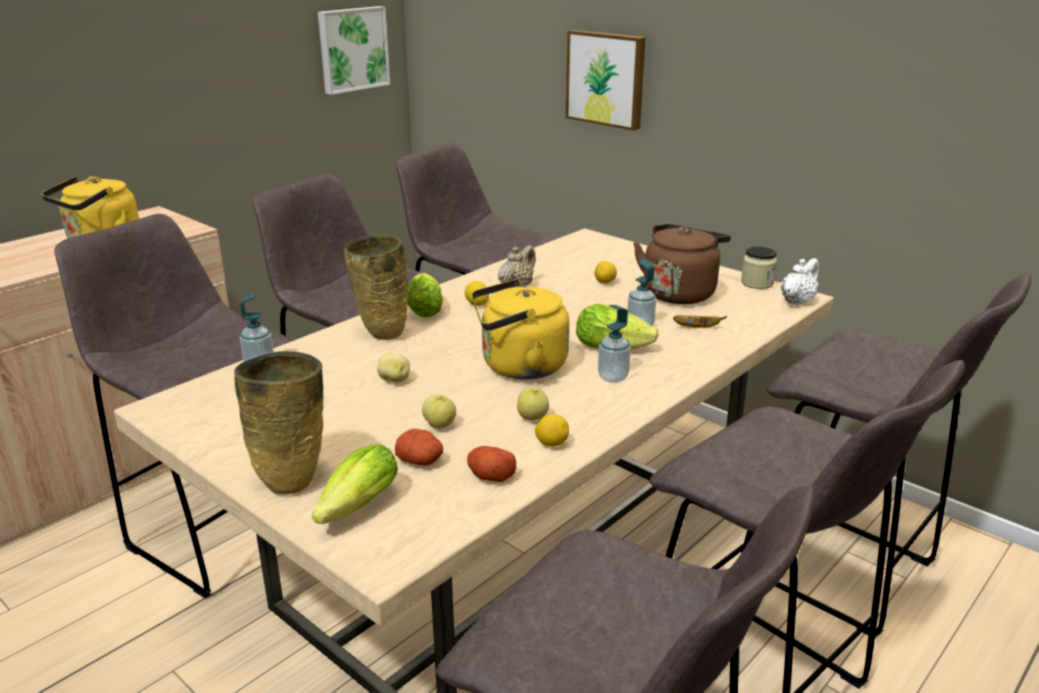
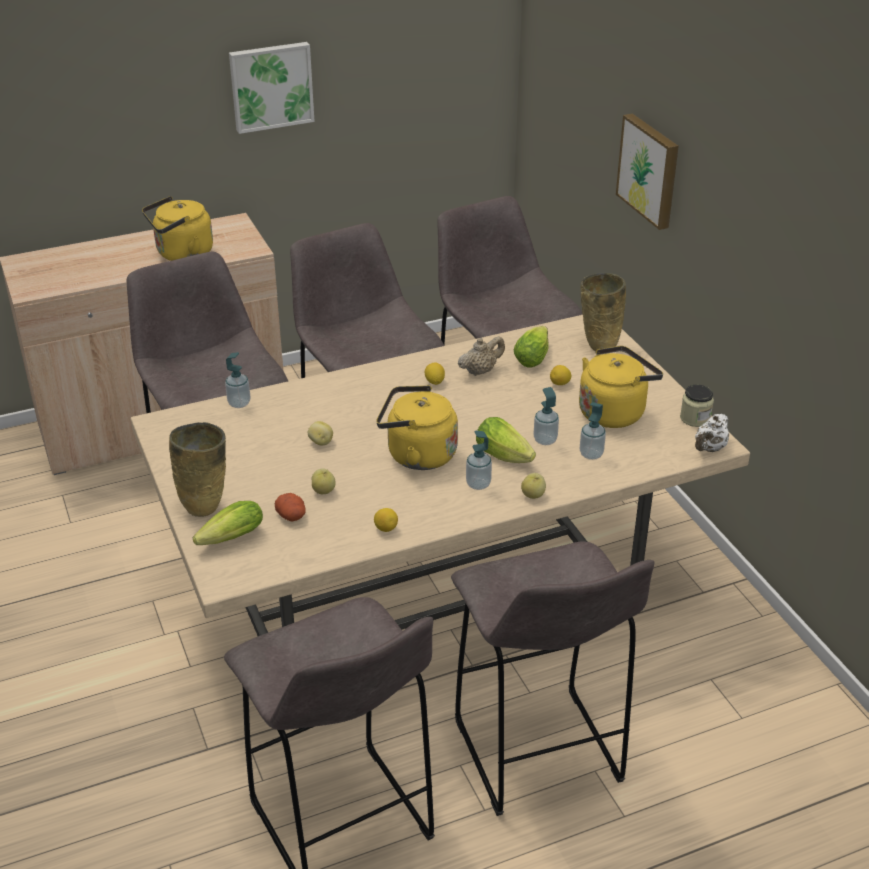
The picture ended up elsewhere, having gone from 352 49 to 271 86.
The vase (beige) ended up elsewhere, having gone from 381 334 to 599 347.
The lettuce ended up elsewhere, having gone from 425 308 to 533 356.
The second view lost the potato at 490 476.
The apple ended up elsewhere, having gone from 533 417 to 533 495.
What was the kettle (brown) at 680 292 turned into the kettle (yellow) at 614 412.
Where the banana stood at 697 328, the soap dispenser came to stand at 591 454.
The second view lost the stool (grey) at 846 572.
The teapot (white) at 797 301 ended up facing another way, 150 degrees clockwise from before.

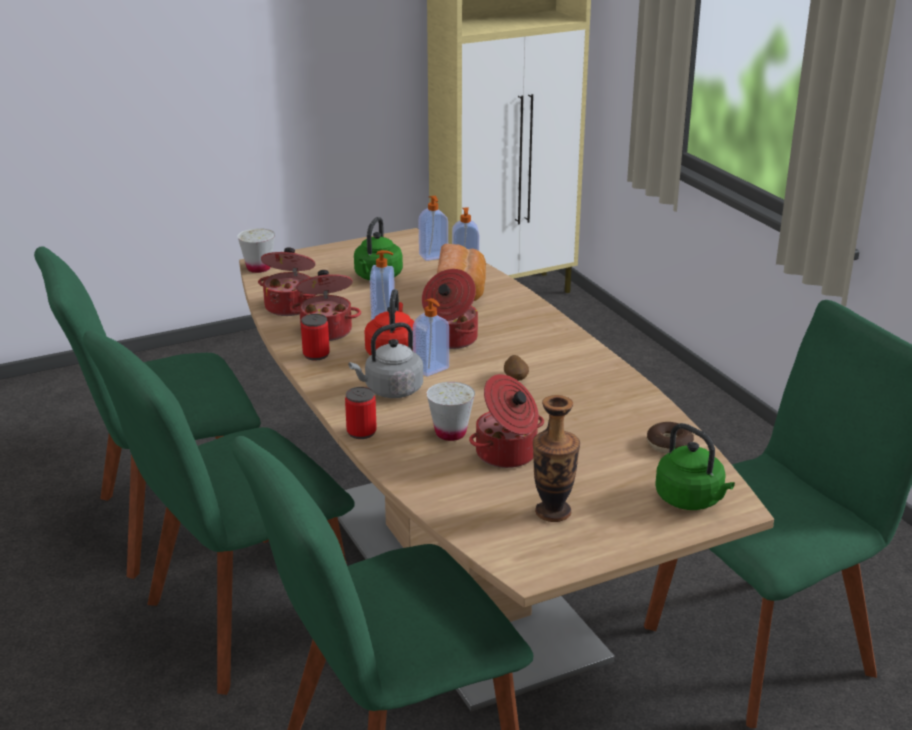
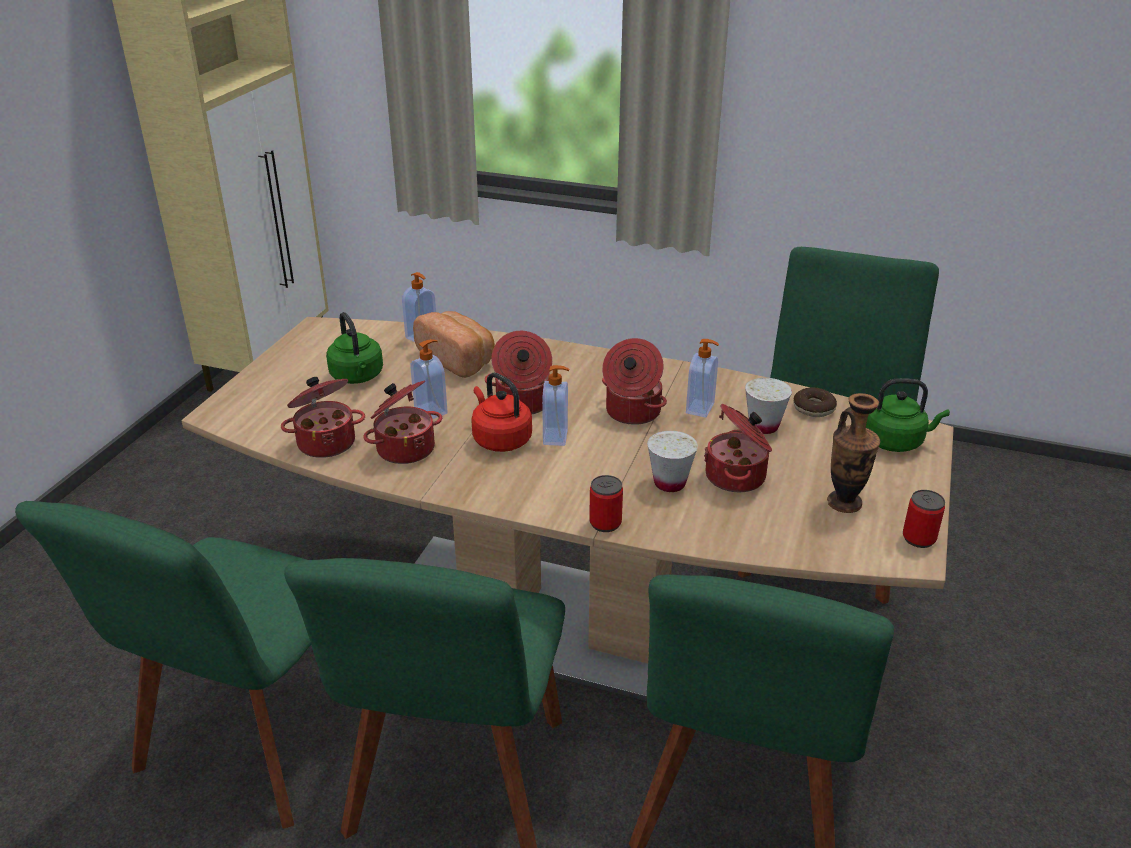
The cup (white) ended up elsewhere, having gone from 258 268 to 763 426.
The can ended up elsewhere, having gone from 316 355 to 918 538.
The second view lost the kettle (grey) at 391 391.
The soap dispenser ended up elsewhere, having gone from 434 256 to 701 409.
Where the potato stood at 516 379, the cooking pot came to stand at 631 412.

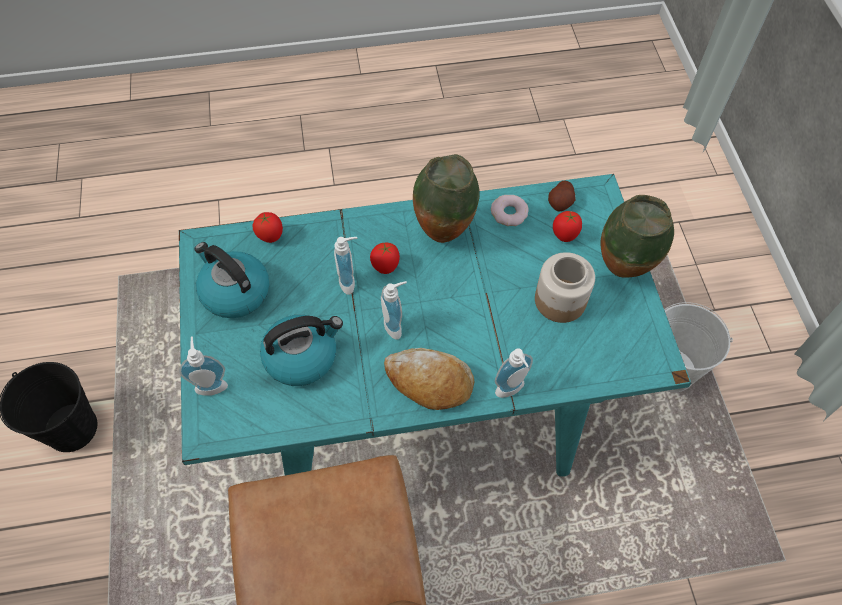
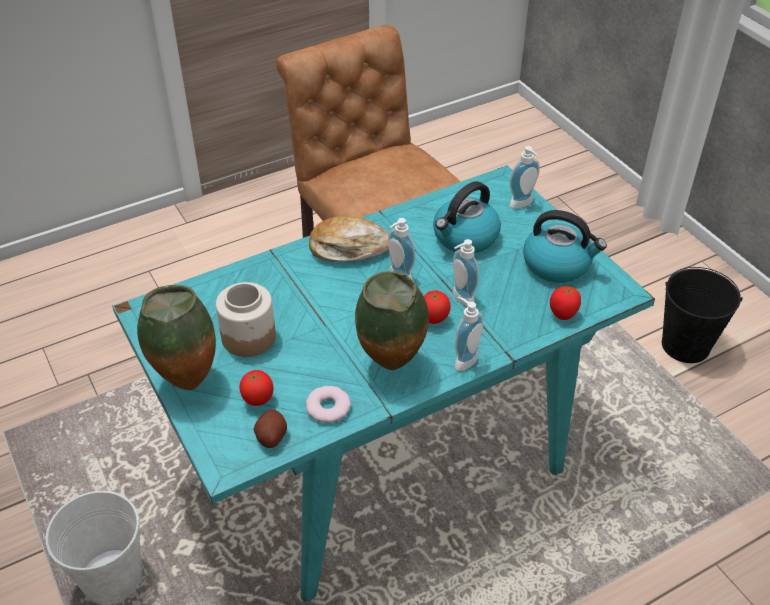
The soap dispenser ended up elsewhere, having gone from 511 391 to 463 359.

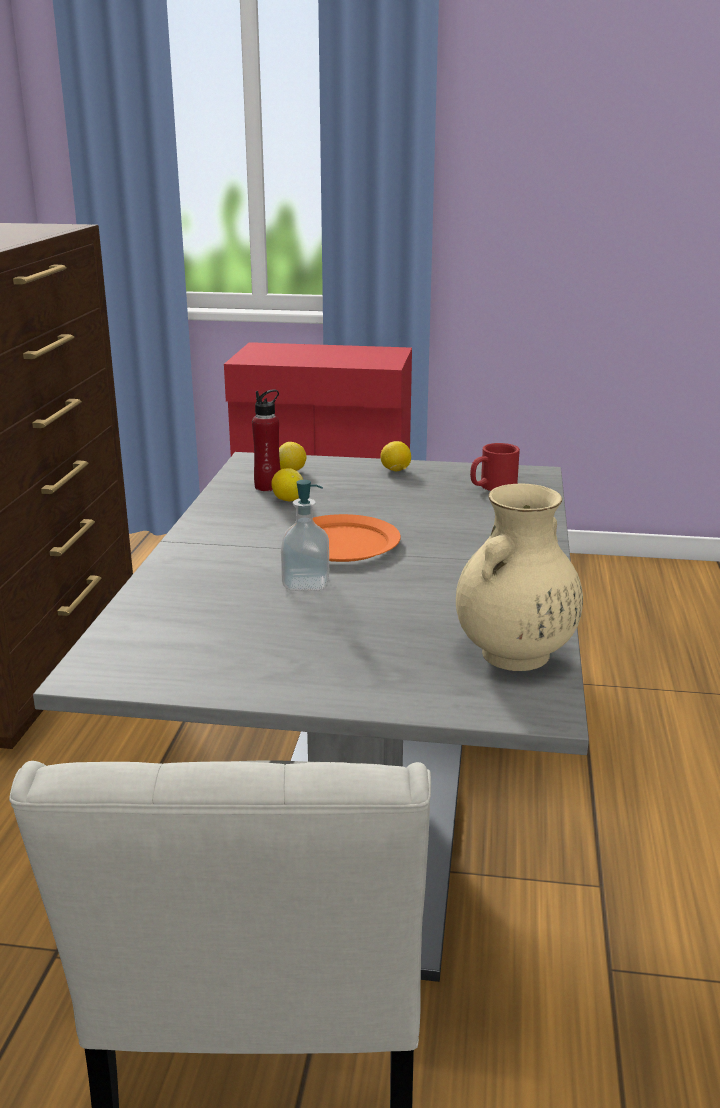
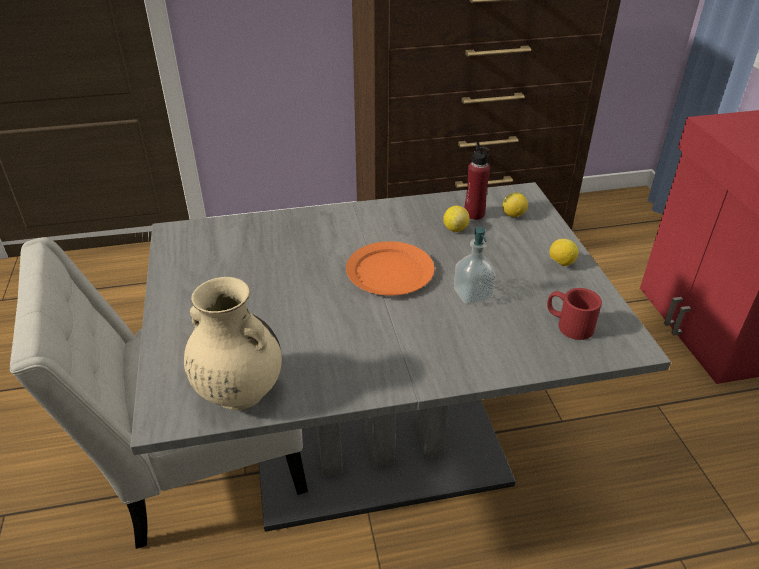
The soap dispenser ended up elsewhere, having gone from 306 583 to 472 295.

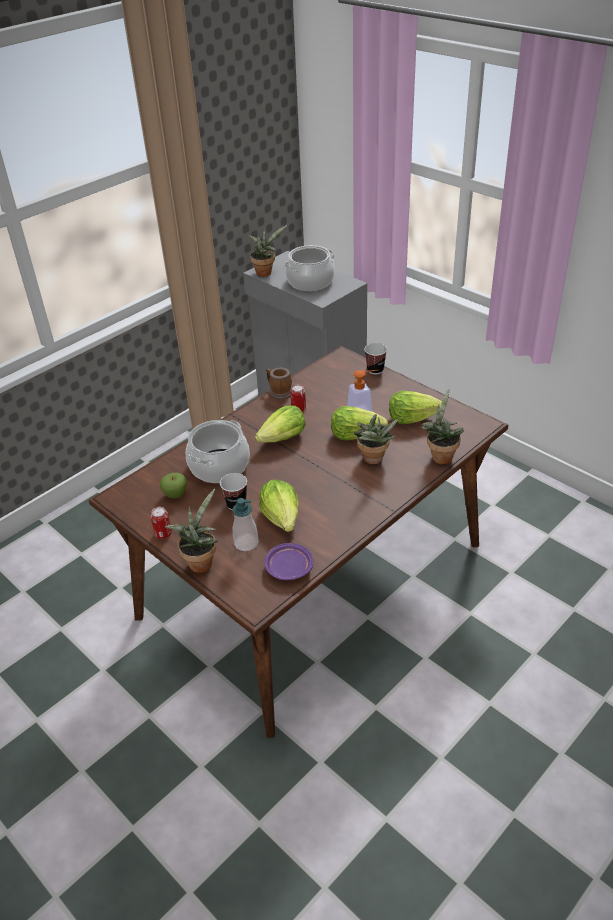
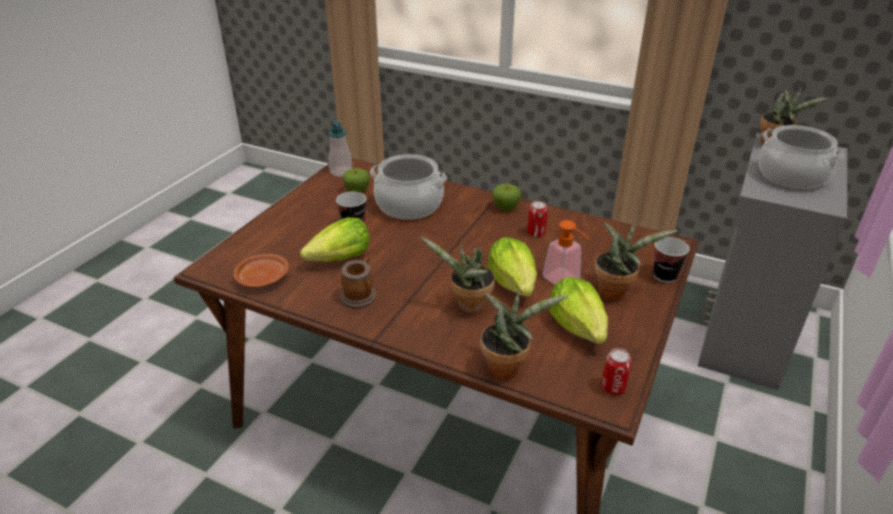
The can ended up elsewhere, having gone from 163 534 to 613 387.
The potted plant ended up elsewhere, having gone from 201 561 to 615 291.
The soap dispenser ended up elsewhere, having gone from 246 543 to 341 172.
The second view lost the lettuce at 283 438.
What was the plate (purple) at 288 567 turned into the plate (brown) at 263 278.
The mug ended up elsewhere, having gone from 278 391 to 360 295.
The second view gained the apple at 505 208.

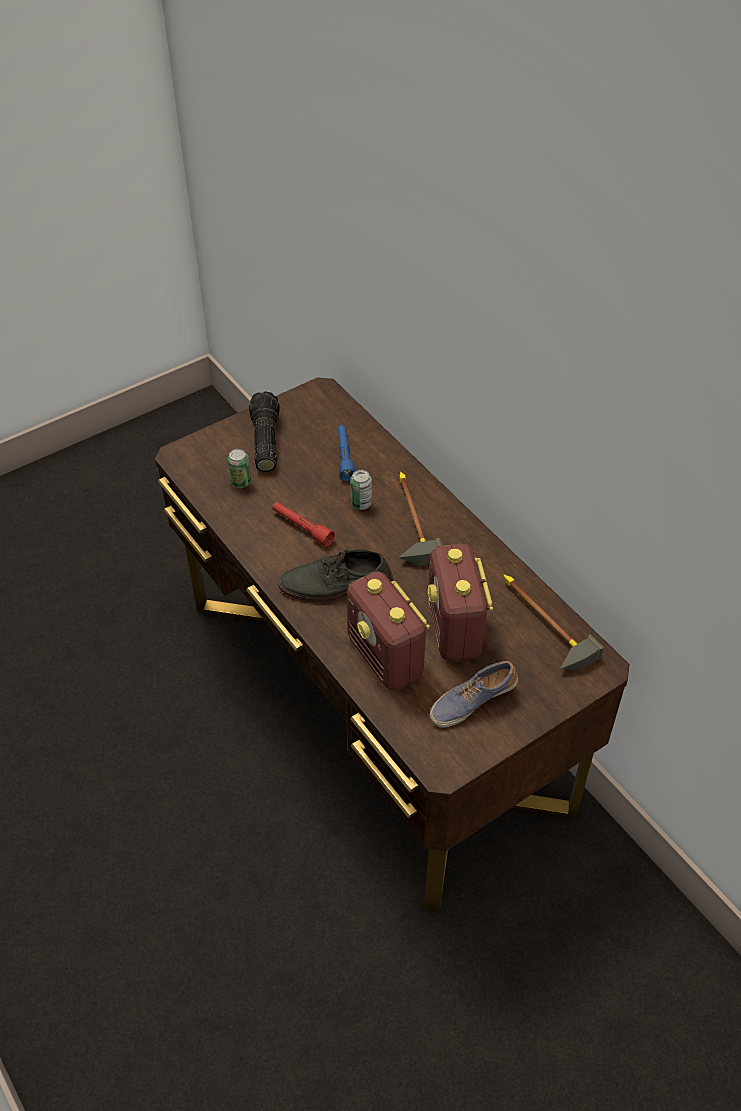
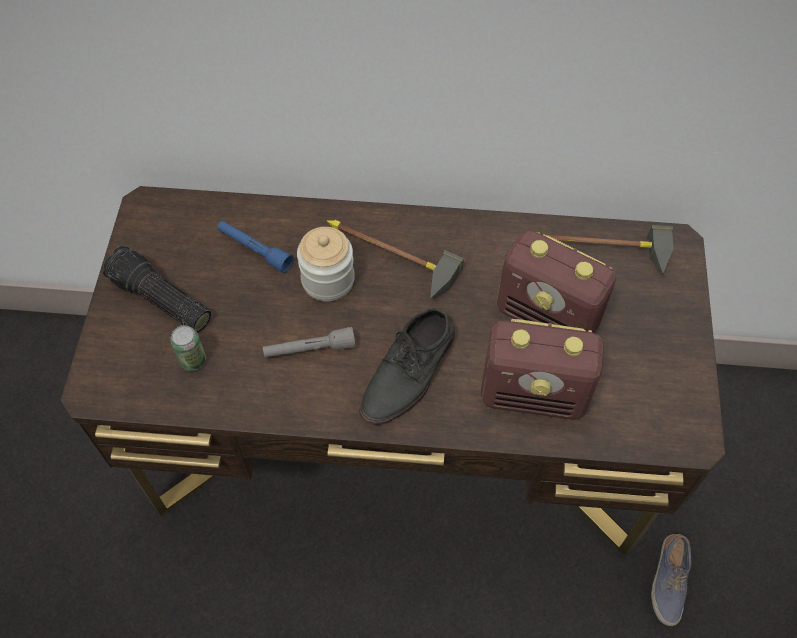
What was the flashlight (red) at 302 528 turned into the flashlight (grey) at 309 349.
Where the can stood at 361 503, the jar came to stand at 328 280.
The shoe ended up elsewhere, having gone from 472 701 to 667 581.

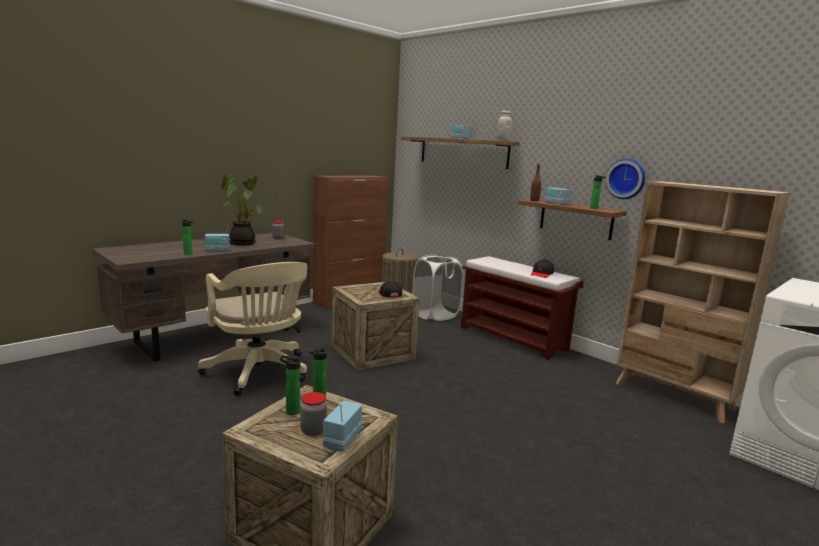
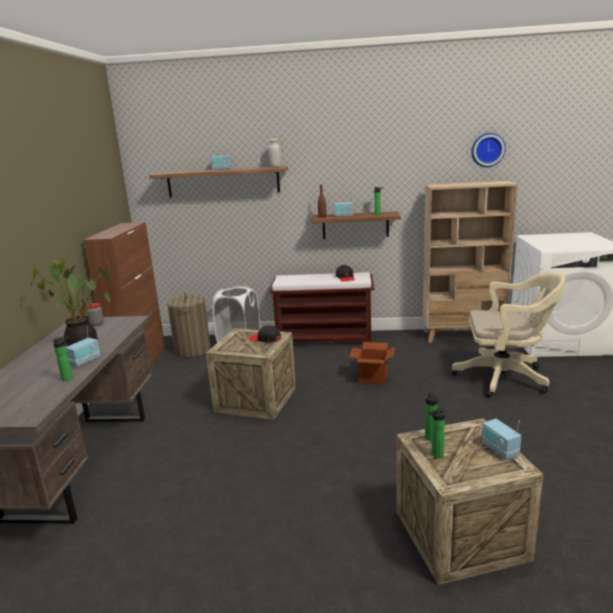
The office chair (beige) ended up elsewhere, having gone from 259 373 to 506 378.
The second view lost the jar at 313 431.
The wall clock ended up elsewhere, having gone from 626 179 to 487 150.
The second view gained the cardboard box at 373 377.

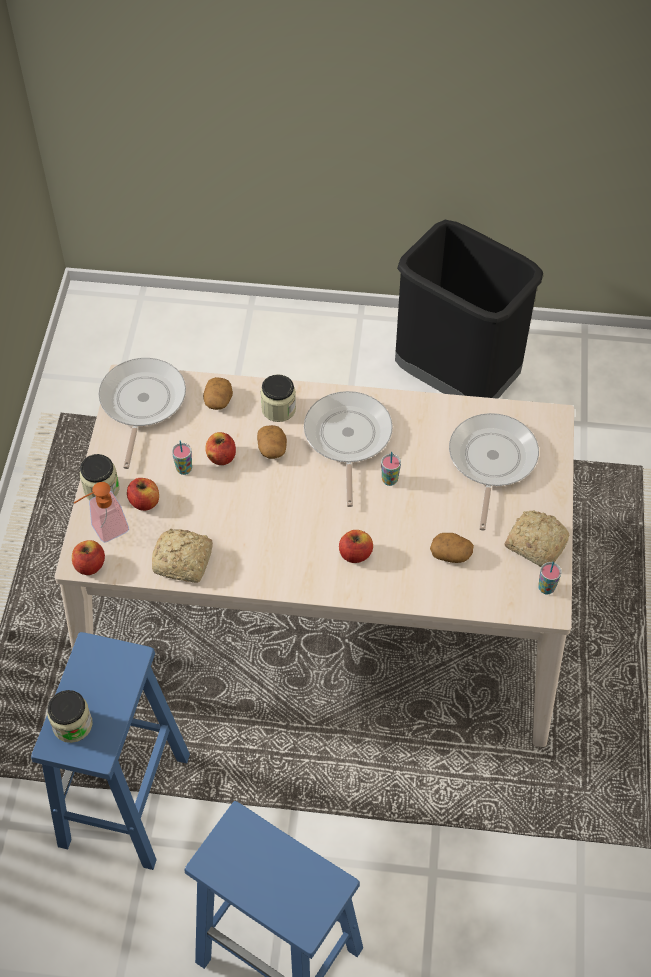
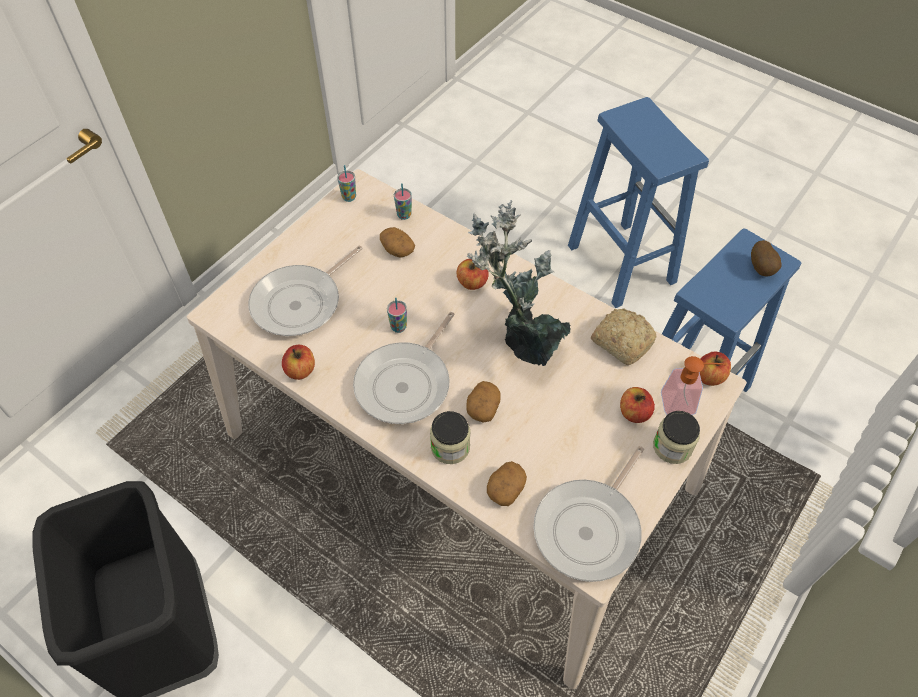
Where the jar stood at 72 724, the potato came to stand at 762 268.
The cup ended up elsewhere, having gone from 184 469 to 404 215.
The apple ended up elsewhere, having gone from 221 457 to 300 370.
The second view lost the bread at 535 543.
The second view gained the potted plant at 519 337.

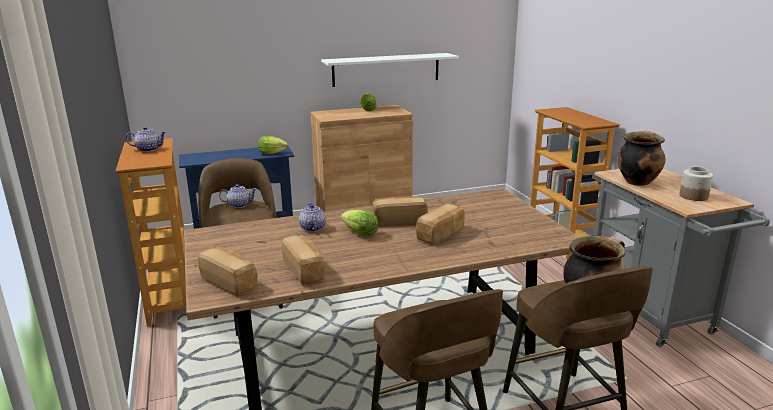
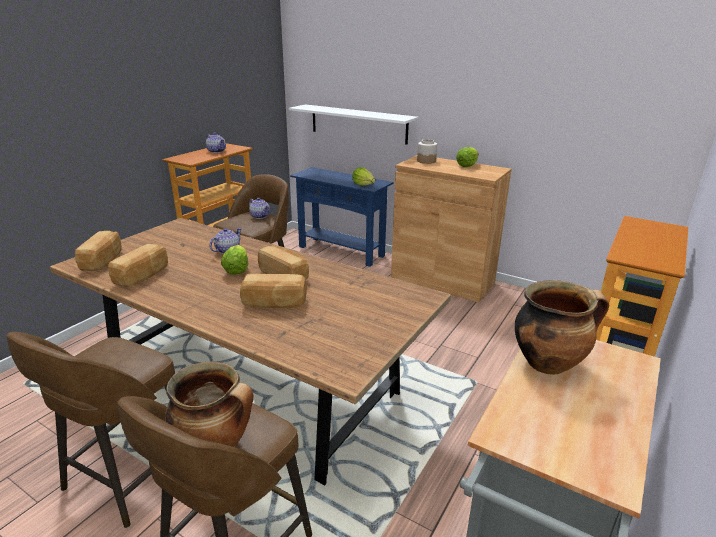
The shelf (white) ended up elsewhere, having gone from 386 69 to 358 124.
The jar ended up elsewhere, having gone from 693 196 to 426 161.

